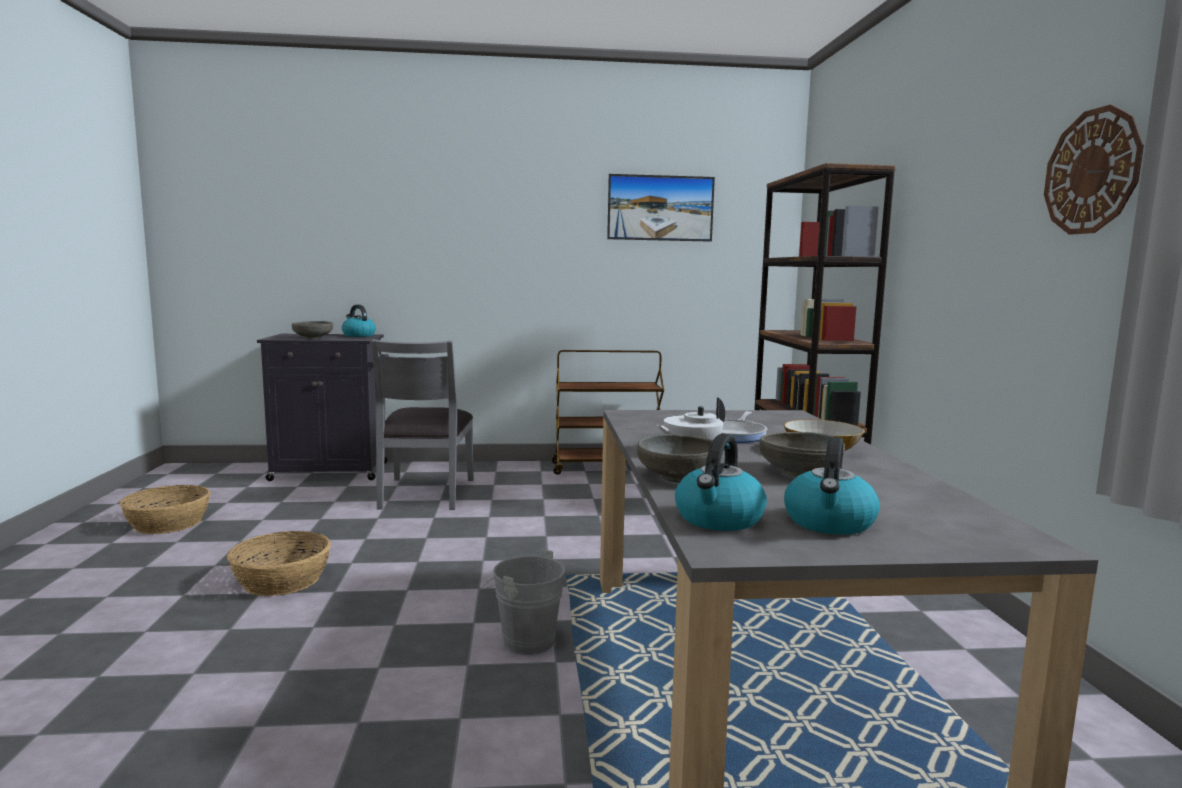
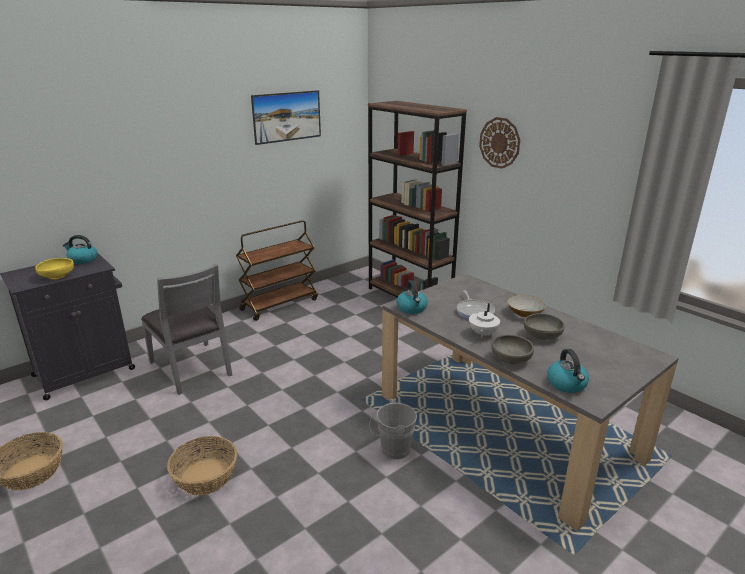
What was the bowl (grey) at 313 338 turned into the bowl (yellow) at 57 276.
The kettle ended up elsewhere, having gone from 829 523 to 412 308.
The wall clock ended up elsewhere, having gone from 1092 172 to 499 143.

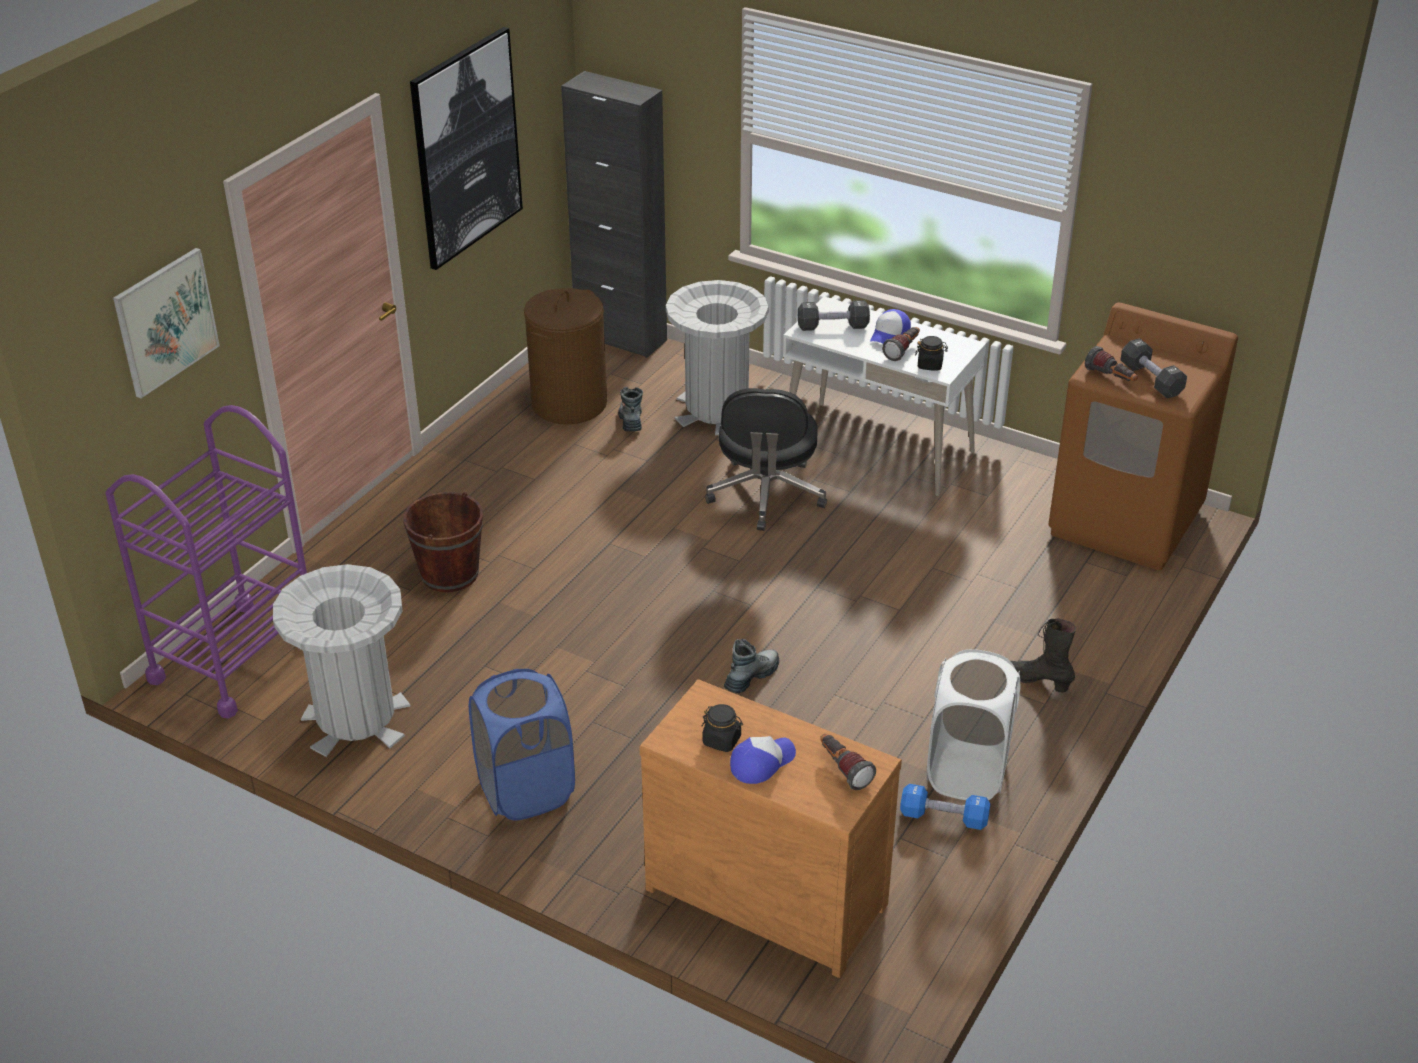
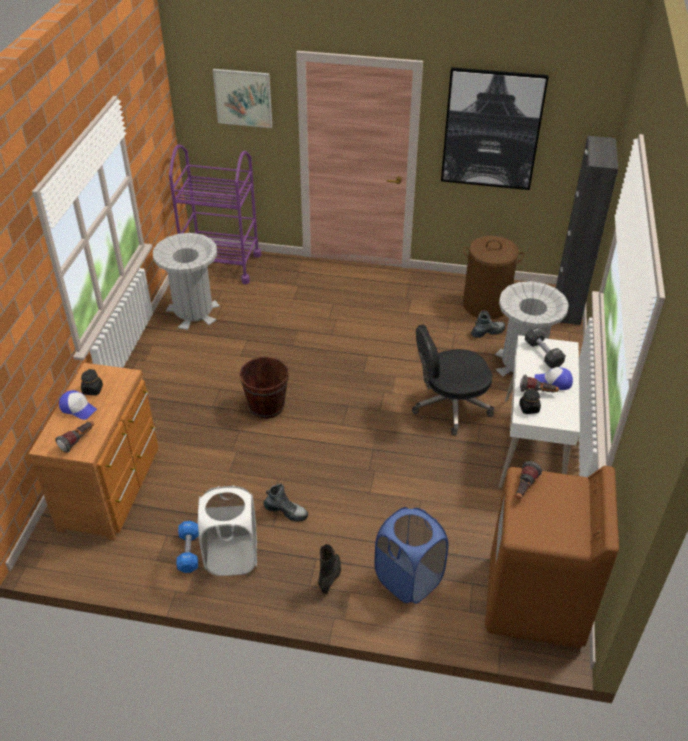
The bucket (brown) ended up elsewhere, having gone from 449 574 to 266 406.
The laundry basket (blue) ended up elsewhere, having gone from 526 790 to 408 579.
The boot ended up elsewhere, having gone from 751 676 to 286 511.
The second view lost the dumbbell (black) at 1151 380.

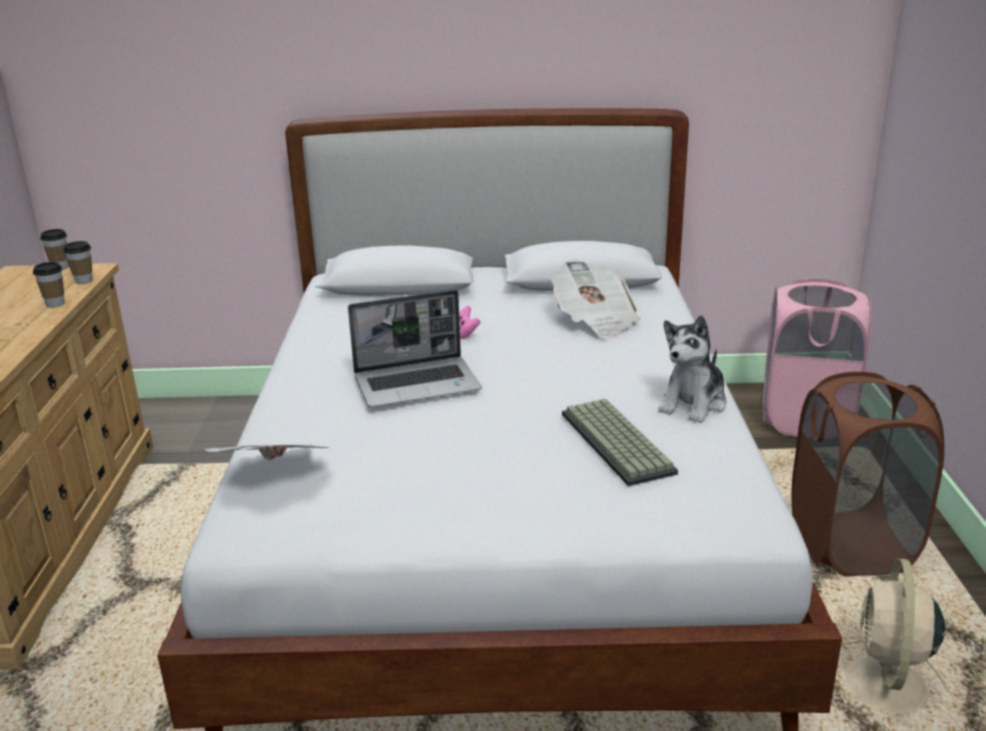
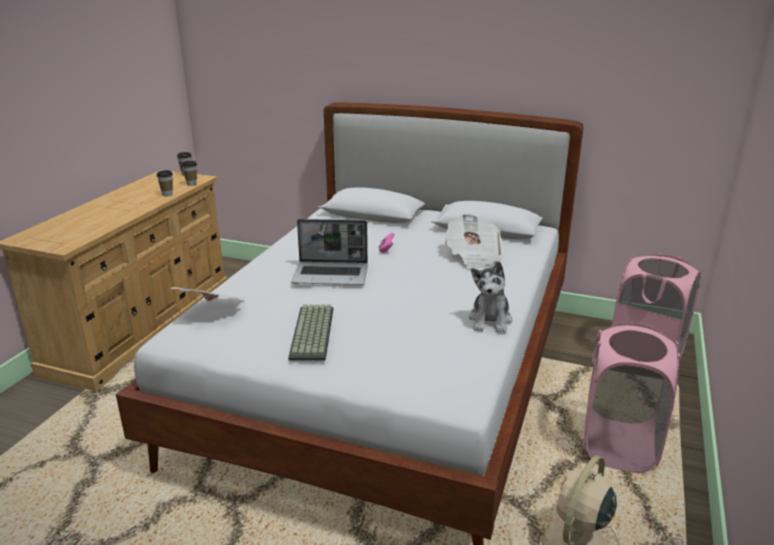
The keyboard ended up elsewhere, having gone from 619 443 to 314 333.
The plush toy at 693 404 ended up facing another way, 45 degrees counterclockwise from before.
What was the laundry basket (brown) at 851 545 turned into the laundry basket (pink) at 618 446.

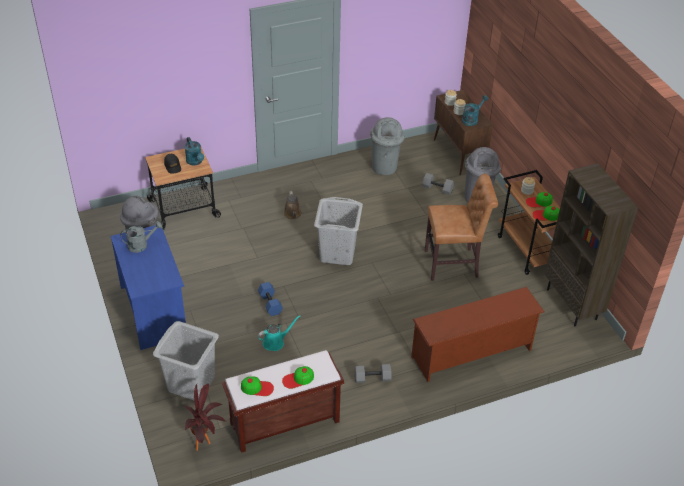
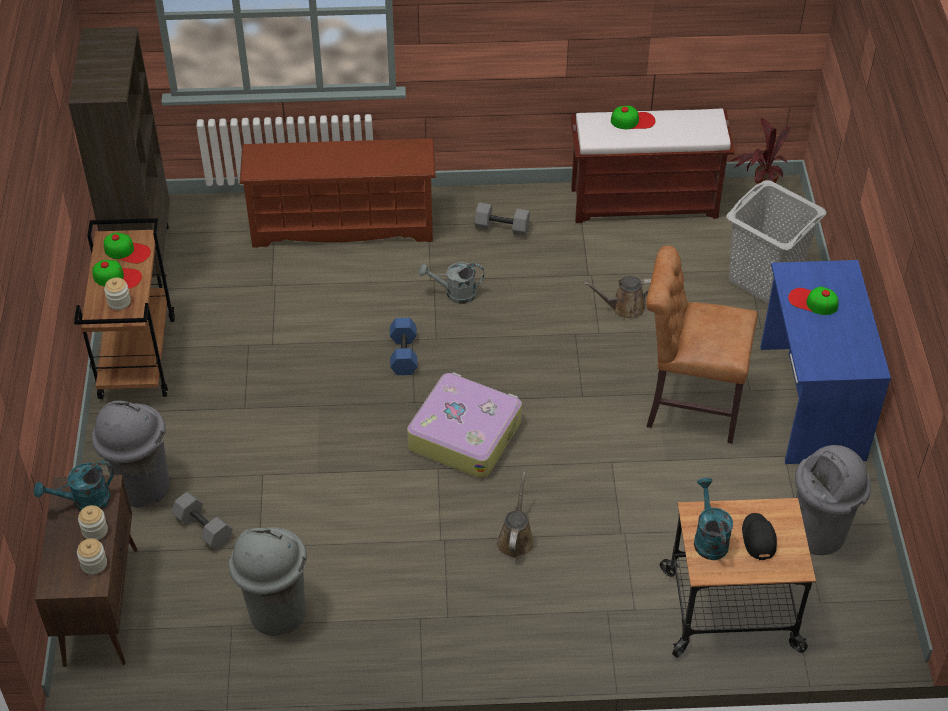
The watering can (grey) ended up elsewhere, having gone from 141 245 to 455 293.
The cap ended up elsewhere, having gone from 257 388 to 812 302.
The dumbbell (blue) ended up elsewhere, having gone from 271 304 to 403 354.
What was the watering can (turquoise) at 275 342 turned into the watering can (brown) at 624 308.
Where the laundry basket (grey) stood at 338 253, the suitcase came to stand at 464 434.
The chair (brown) ended up elsewhere, having gone from 454 264 to 688 405.

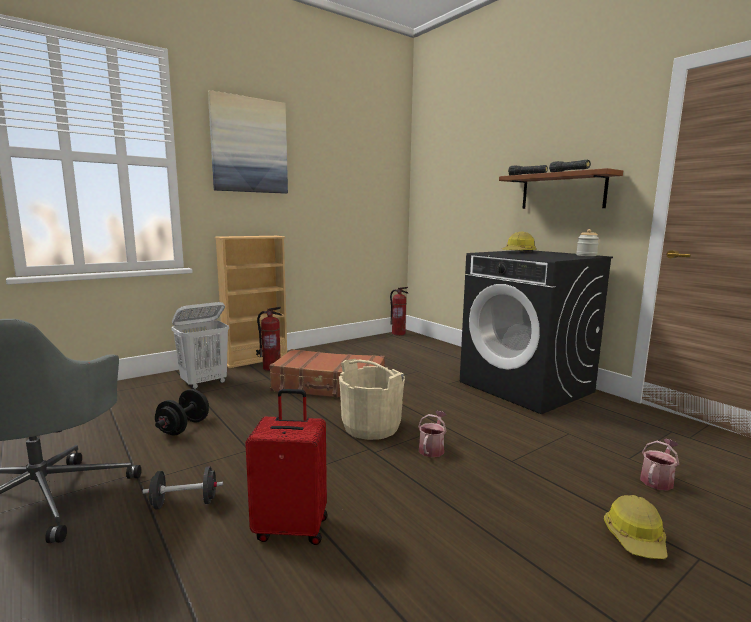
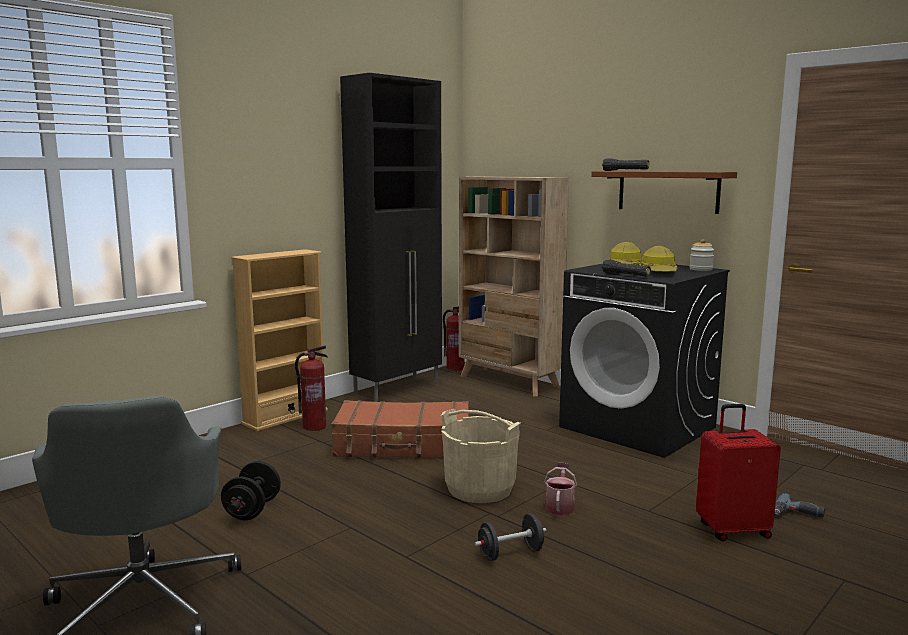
The dumbbell (black) ended up elsewhere, having gone from 184 503 to 510 553.
The second view lost the laundry basket (white) at 204 383.
The second view lost the picture at 249 145.
The suitcase (red) ended up elsewhere, having gone from 292 527 to 732 530.
The flashlight (black) ended up elsewhere, having gone from 569 171 to 626 275.
The hard hat ended up elsewhere, having gone from 636 538 to 659 272.
Where the watering can stood at 658 479, the power drill came to stand at 797 514.
The second view gained the cabinet (black) at 398 388.
The second view gained the bookcase (beige) at 509 382.

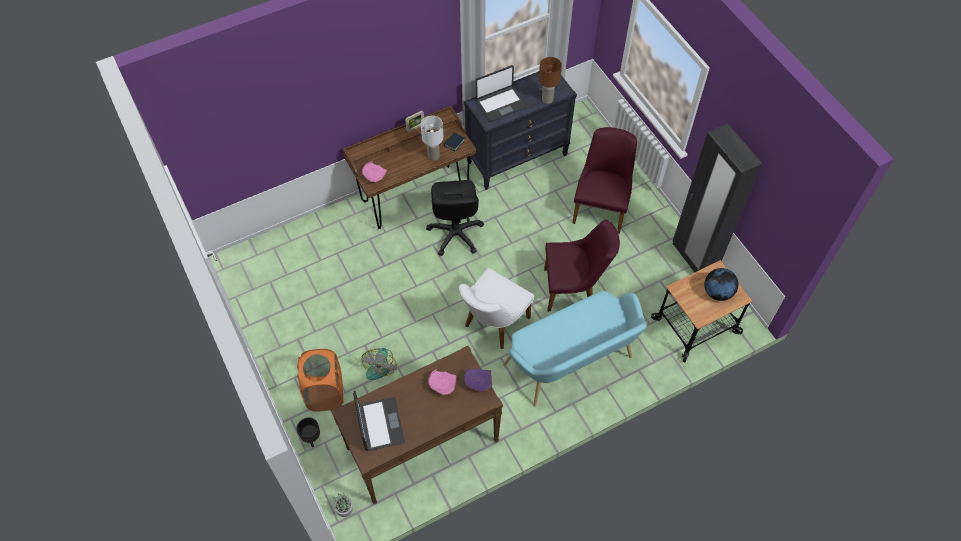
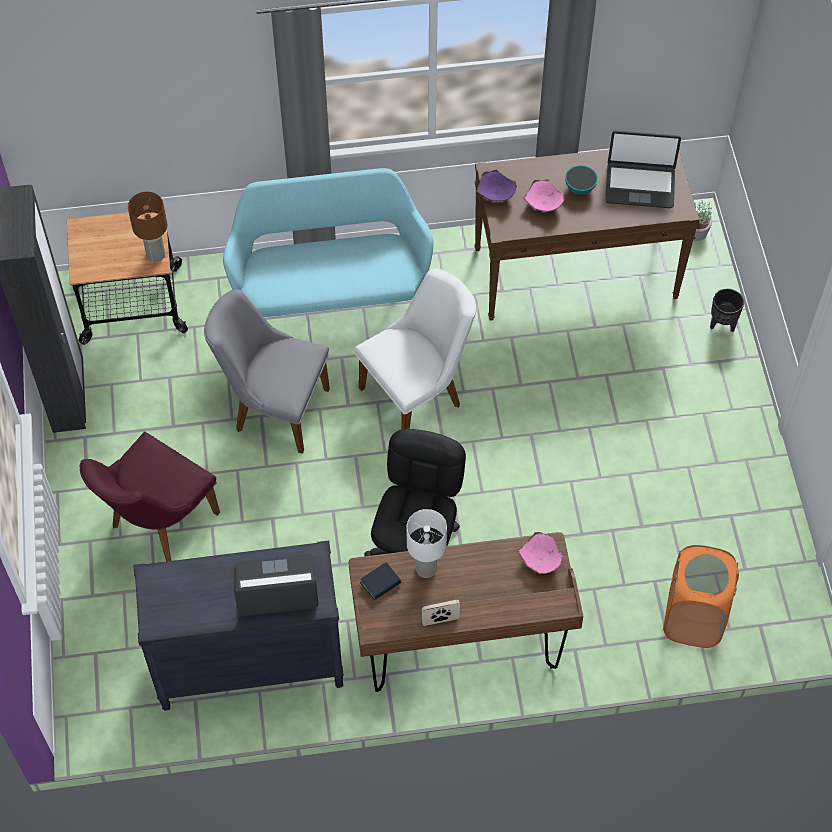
The laundry basket (orange) ended up elsewhere, having gone from 325 393 to 693 618.
The laptop at 380 424 ended up facing another way, 90 degrees counterclockwise from before.
The second view lost the fan at 380 365.
The table lamp (brown) ended up elsewhere, having gone from 547 99 to 156 255.
What was the chair (purple) at 574 289 turned into the chair (grey) at 273 408.
The second view lost the globe at 717 292.
The second view gained the bowl at 580 188.

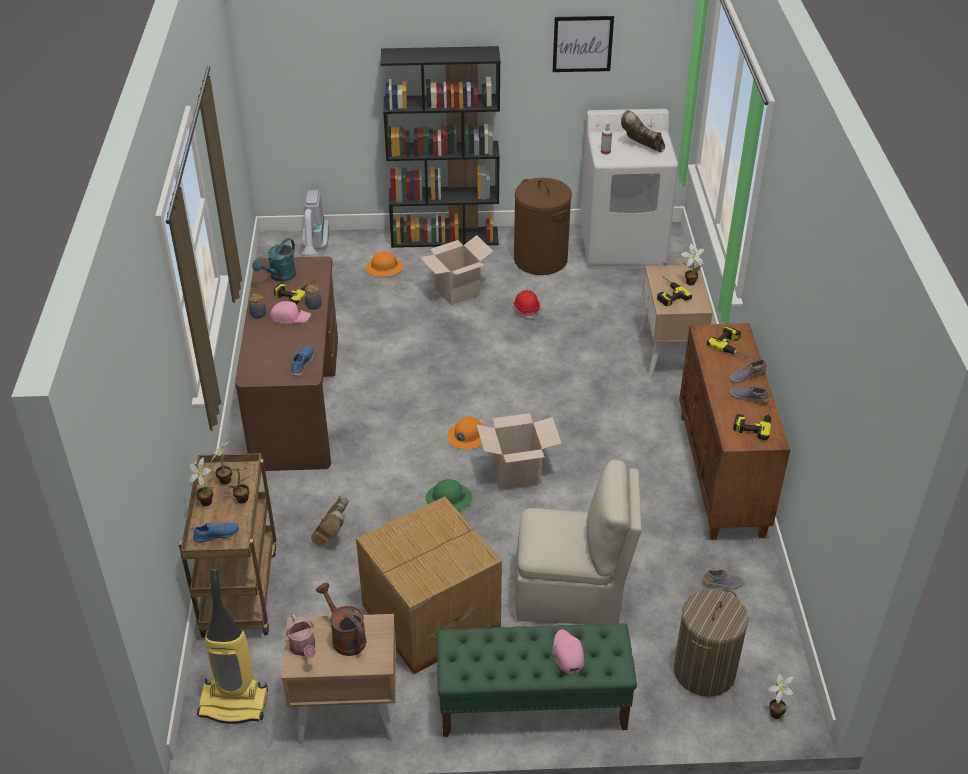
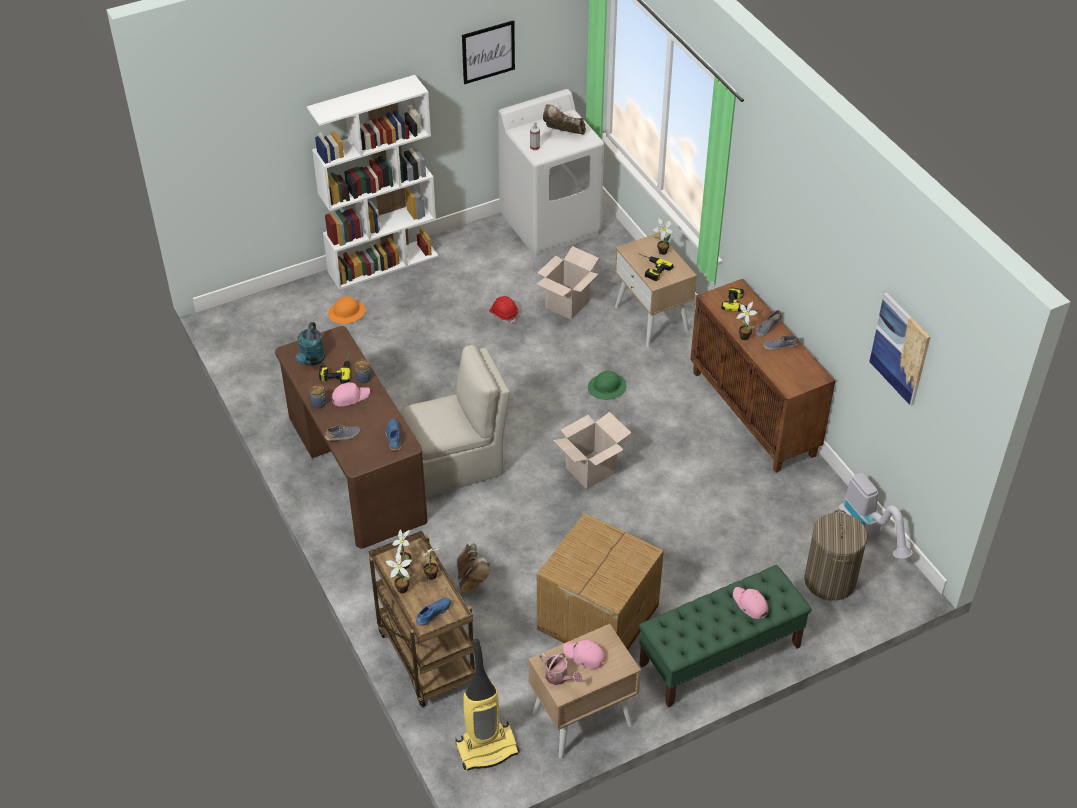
The vacuum cleaner ended up elsewhere, having gone from 315 249 to 869 536.
Where the watering can (brown) stood at 345 637, the cap (pink) came to stand at 584 656.
What was the bookcase (black) at 445 237 turned into the bookcase (white) at 383 263.
The cardboard box ended up elsewhere, having gone from 457 291 to 567 304.
The hard hat (green) ended up elsewhere, having gone from 448 499 to 607 387.
The second view lost the hard hat (orange) at 467 436.
The second view lost the laundry basket (brown) at 541 260.
The chair (beige) ended up elsewhere, having gone from 571 594 to 456 464.
The shoe ended up elsewhere, having gone from 722 584 to 343 436.
The second view lost the power drill at 753 422.
The potted plant ended up elsewhere, having gone from 775 712 to 743 336.
The second view gained the picture at 900 349.

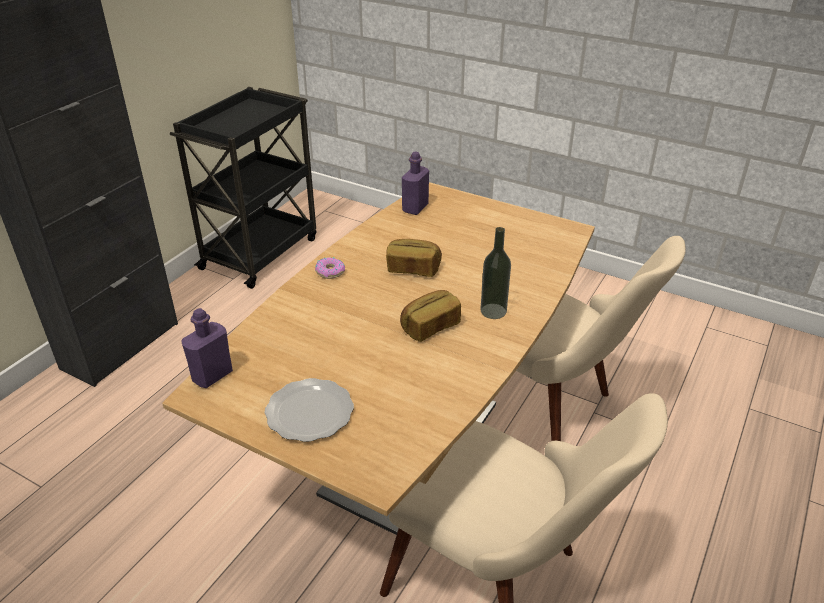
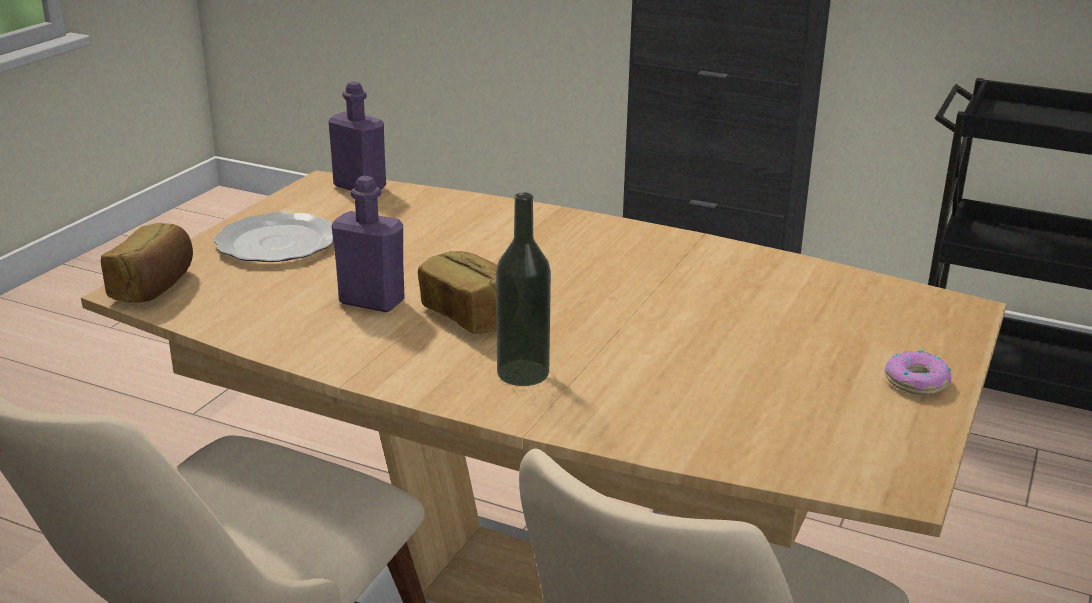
The donut ended up elsewhere, having gone from 330 272 to 917 382.
The bread ended up elsewhere, having gone from 413 268 to 155 286.
The bottle (purple) ended up elsewhere, having gone from 415 208 to 371 301.

